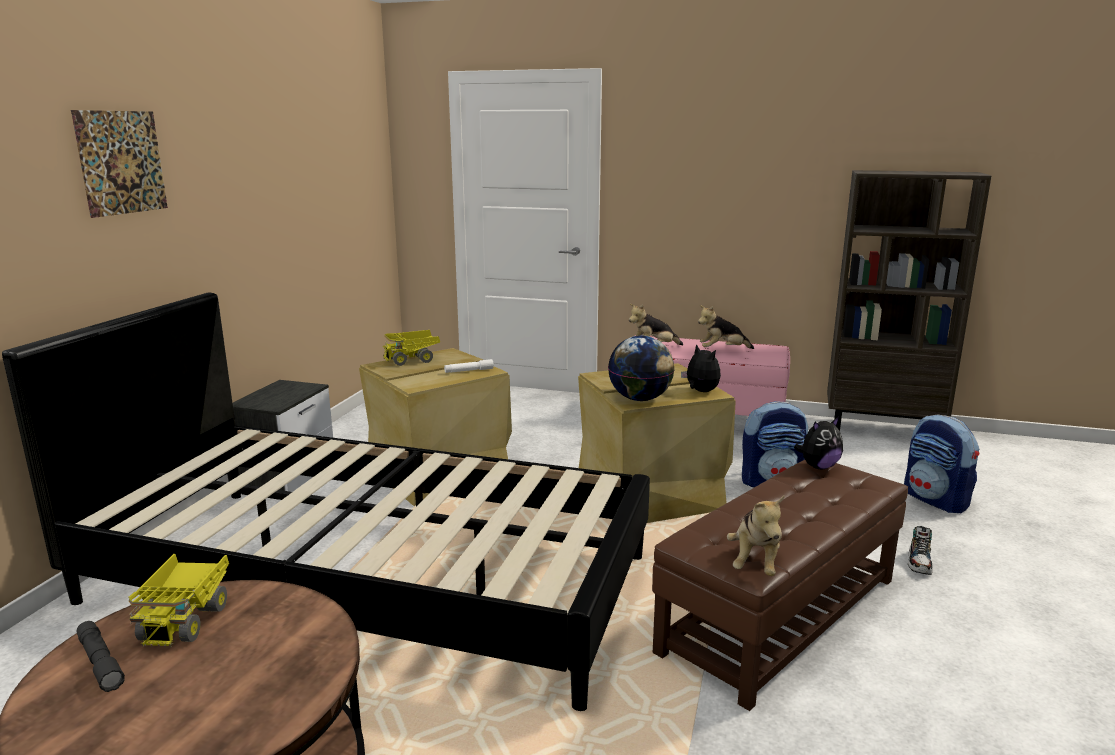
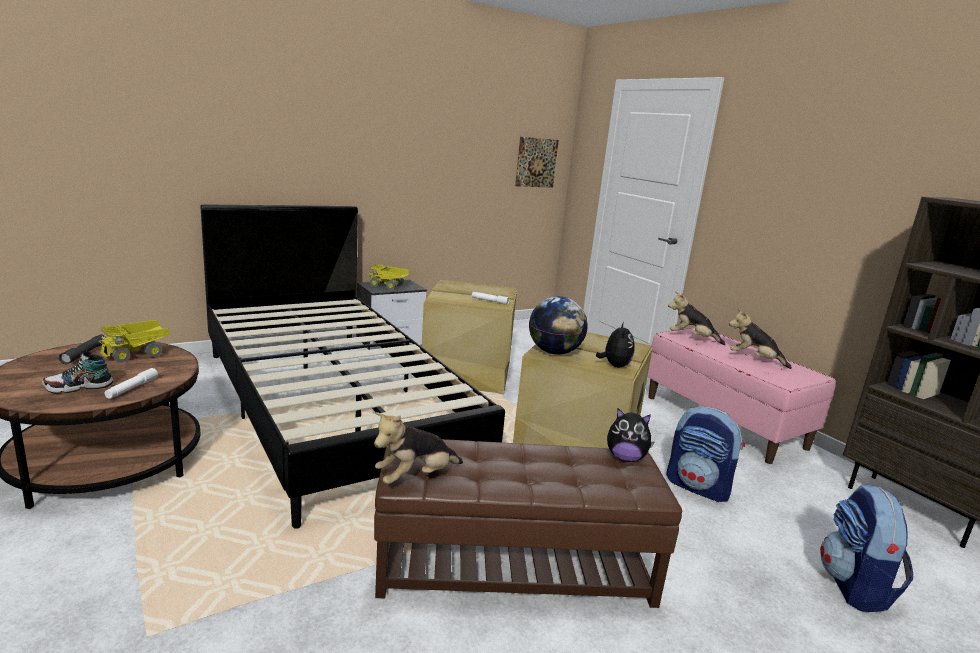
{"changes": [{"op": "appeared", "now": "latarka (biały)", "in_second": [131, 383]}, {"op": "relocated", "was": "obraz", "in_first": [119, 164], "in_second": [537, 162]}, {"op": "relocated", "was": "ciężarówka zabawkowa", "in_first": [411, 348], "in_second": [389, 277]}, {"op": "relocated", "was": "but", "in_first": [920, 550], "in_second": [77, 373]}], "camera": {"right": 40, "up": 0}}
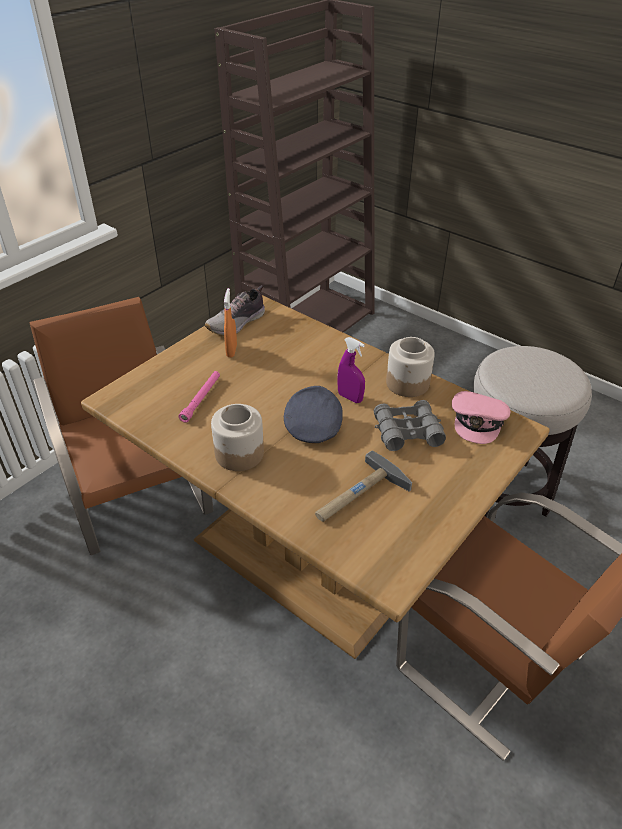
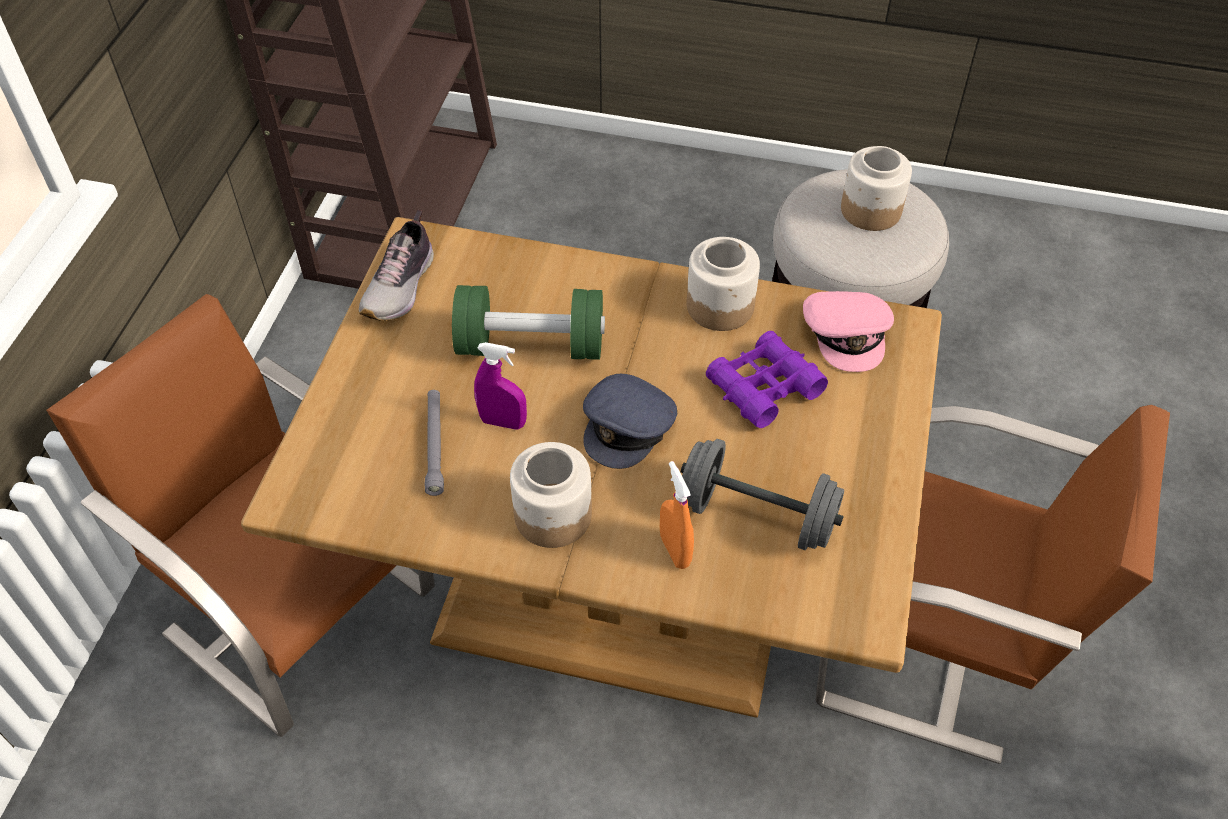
{"changes": [{"op": "appeared", "now": "hantel (zielony)", "in_second": [528, 322]}, {"op": "appeared", "now": "słoik", "in_second": [876, 188]}, {"op": "relocated", "was": "spryskiwacz (pomarańczowy)", "in_first": [230, 322], "in_second": [677, 515]}, {"op": "relocated", "was": "spryskiwacz (fioletowy)", "in_first": [351, 370], "in_second": [500, 385]}, {"op": "exchanged", "was": "młotek", "now": "hantel (szary)", "in_first": [363, 486], "in_second": [762, 494]}, {"op": "colour", "was": "latarka (różowy)", "now": "latarka (szary)", "in_first": [199, 397], "in_second": [434, 443]}, {"op": "colour", "was": "lornetka (szary)", "now": "lornetka (fioletowy)", "in_first": [410, 425], "in_second": [767, 379]}, {"op": "spun", "was": "czapka z daszkiem (szary)", "in_first": [313, 414], "in_second": [630, 421], "clockwise": -135}], "camera": {"right": -25, "up": 10}}
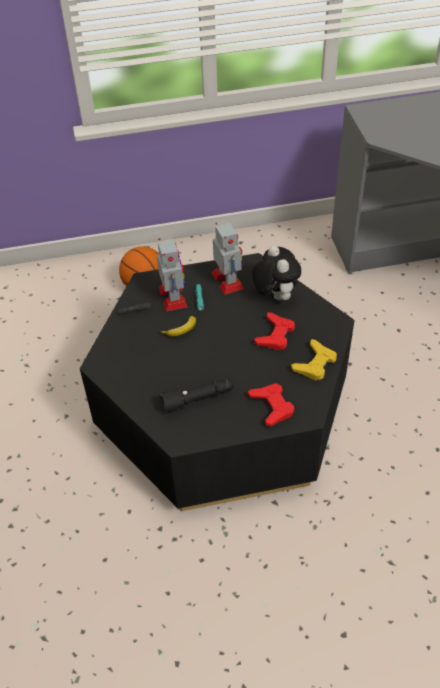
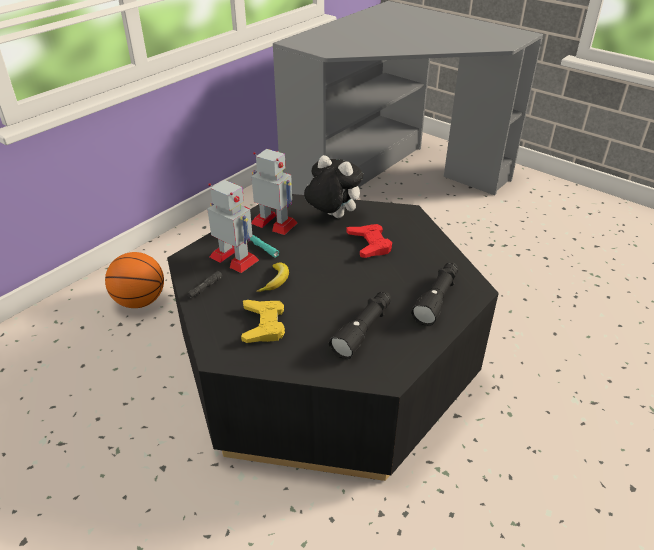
{"changes": [{"op": "relocated", "was": "pad do gier (żółty)", "in_first": [314, 360], "in_second": [263, 321]}, {"op": "exchanged", "was": "pad do gier (czerwony)", "now": "latarka (czarny)", "in_first": [271, 404], "in_second": [434, 294]}], "camera": {"right": -40, "up": -10}}
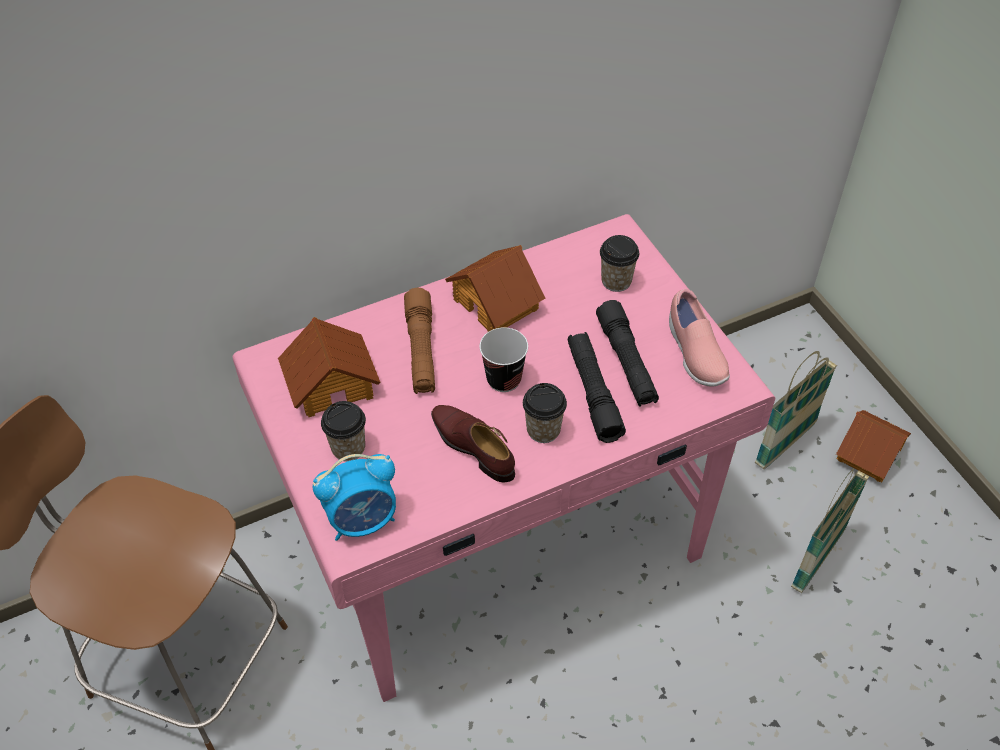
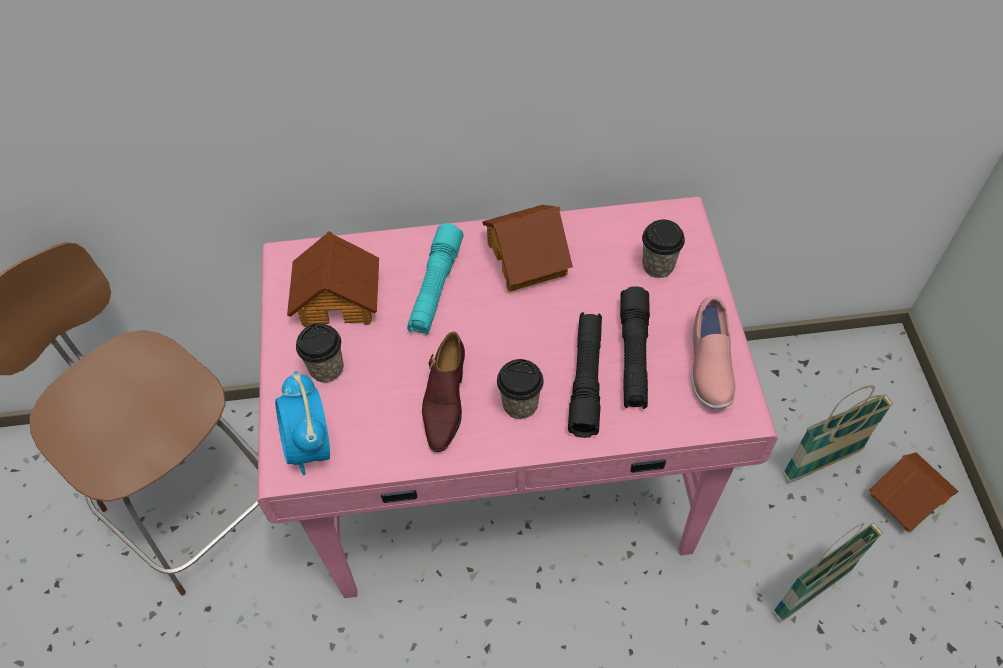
{"changes": [{"op": "missing", "was": "filiżanka", "in_first": [503, 359]}, {"op": "colour", "was": "latarka (brązowy)", "now": "latarka (turkusowy)", "in_first": [419, 341], "in_second": [435, 279]}, {"op": "spun", "was": "budzik", "in_first": [354, 497], "in_second": [302, 423], "clockwise": 75}, {"op": "spun", "was": "but (brązowy)", "in_first": [473, 444], "in_second": [443, 392], "clockwise": -150}], "camera": {"right": 20, "up": 5}}
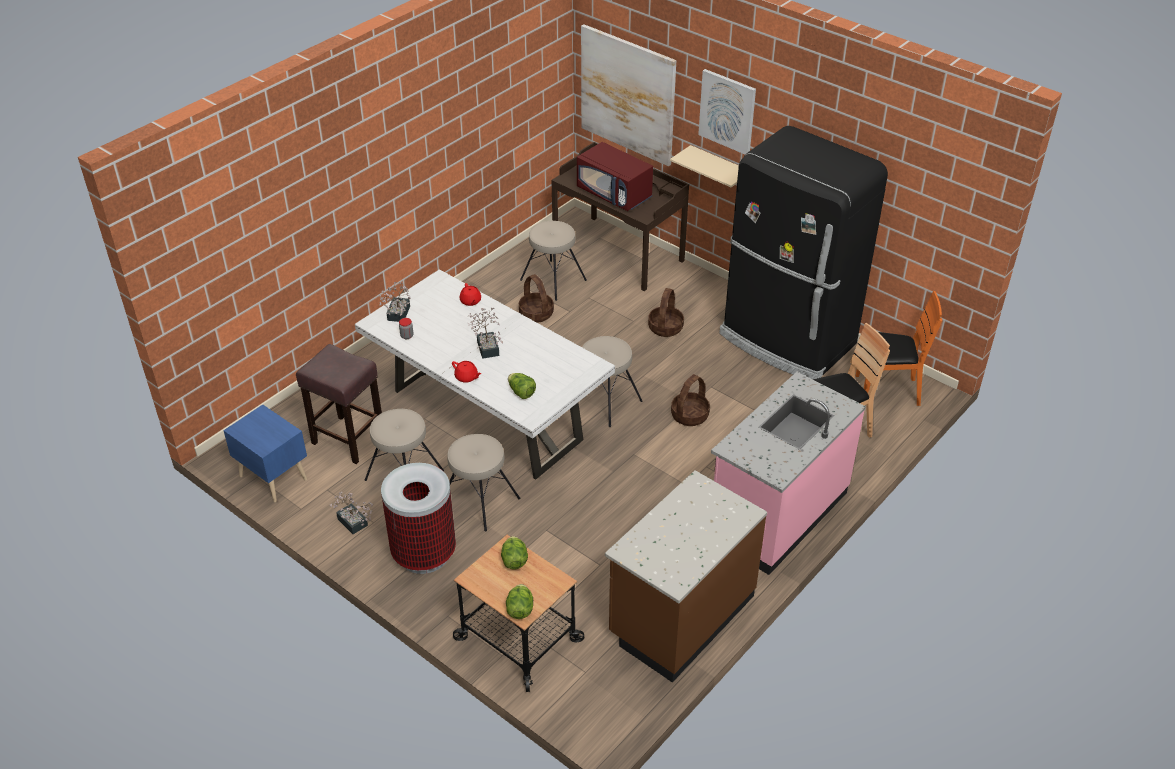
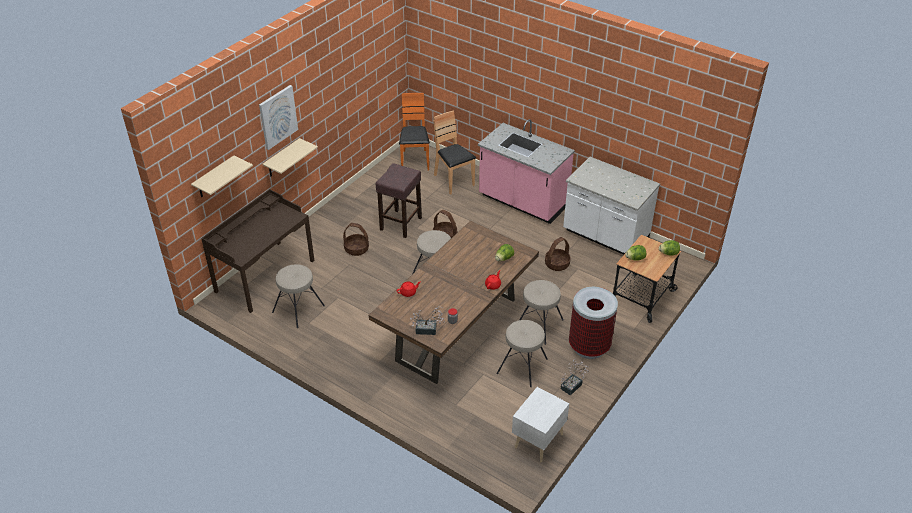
{"changes": [{"op": "missing", "was": "roślina doniczkowa", "in_first": [485, 333]}, {"op": "missing", "was": "mikrofalówka (czerwony)", "in_first": [615, 176]}, {"op": "missing", "was": "lodówka (czarny)", "in_first": [803, 252]}, {"op": "relocated", "was": "stołek (brązowy)", "in_first": [339, 404], "in_second": [399, 200]}, {"op": "relocated", "was": "koszyk", "in_first": [536, 298], "in_second": [558, 254]}, {"op": "exchanged", "was": "obraz", "now": "półka (beżowy)", "in_first": [628, 95], "in_second": [222, 176]}, {"op": "colour", "was": "szafka nocna (niebieski)", "now": "szafka nocna (biały)", "in_first": [265, 453], "in_second": [540, 424]}, {"op": "colour", "was": "stół jadalny (biały)", "now": "stół jadalny (brązowy)", "in_first": [485, 374], "in_second": [454, 302]}, {"op": "colour", "was": "zabudowa kuchenna (brązowy)", "now": "zabudowa kuchenna (biały)", "in_first": [686, 576], "in_second": [611, 206]}], "camera": {"right": -95, "up": 0}}
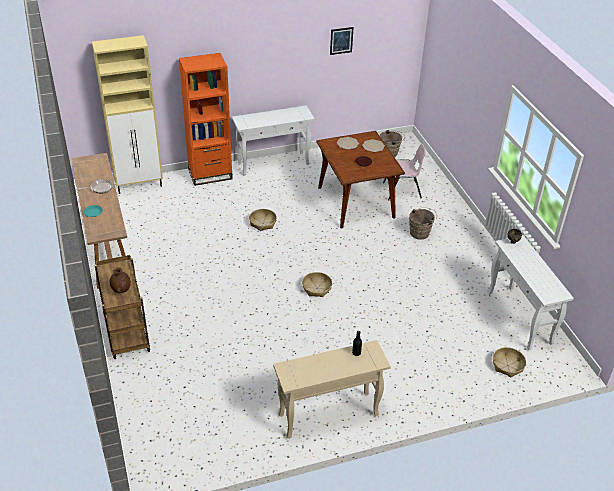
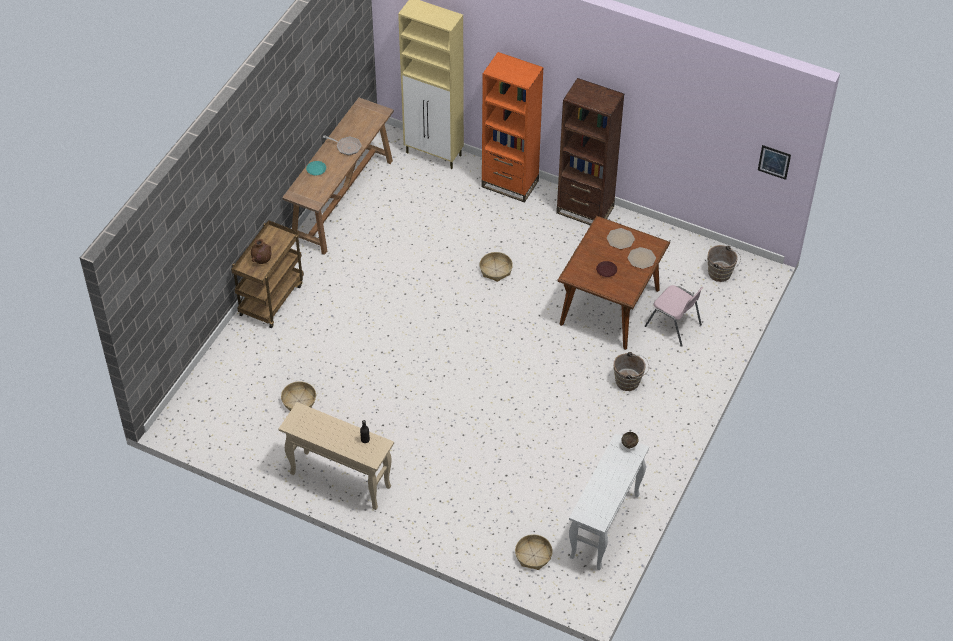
{"changes": [{"op": "relocated", "was": "koszyk", "in_first": [317, 284], "in_second": [298, 396]}, {"op": "relocated", "was": "obraz", "in_first": [342, 41], "in_second": [774, 162]}, {"op": "exchanged", "was": "stolik konsolowy (biały)", "now": "regał (brązowy)", "in_first": [273, 140], "in_second": [590, 152]}], "camera": {"right": 45, "up": 10}}
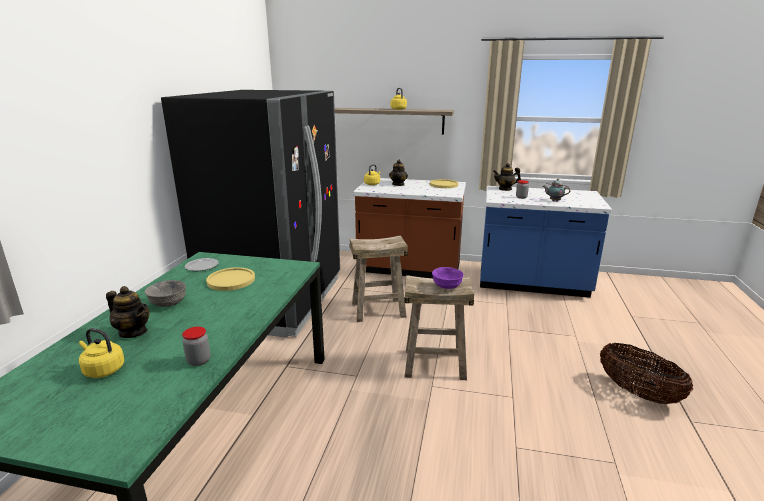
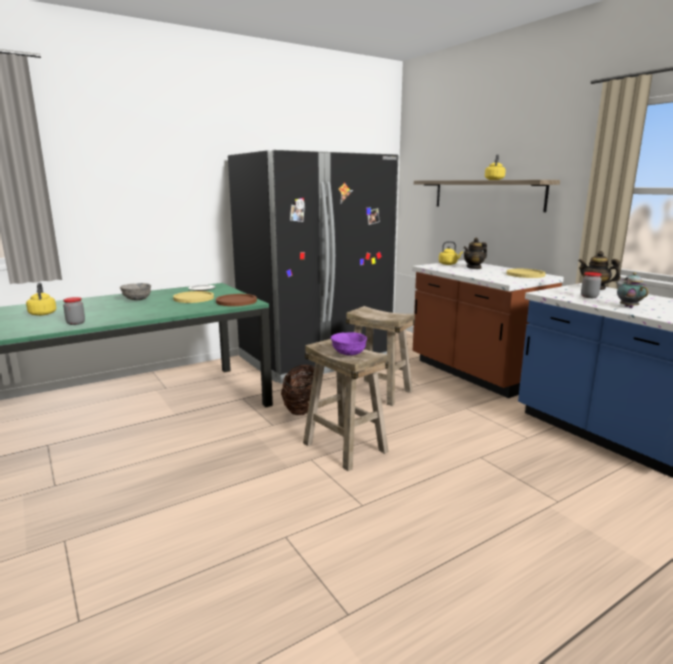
{"changes": [{"op": "missing", "was": "imbryk", "in_first": [127, 312]}, {"op": "appeared", "now": "talerz (brązowy)", "in_second": [236, 300]}, {"op": "relocated", "was": "koszyk", "in_first": [646, 373], "in_second": [298, 389]}], "camera": {"right": 45, "up": -5}}
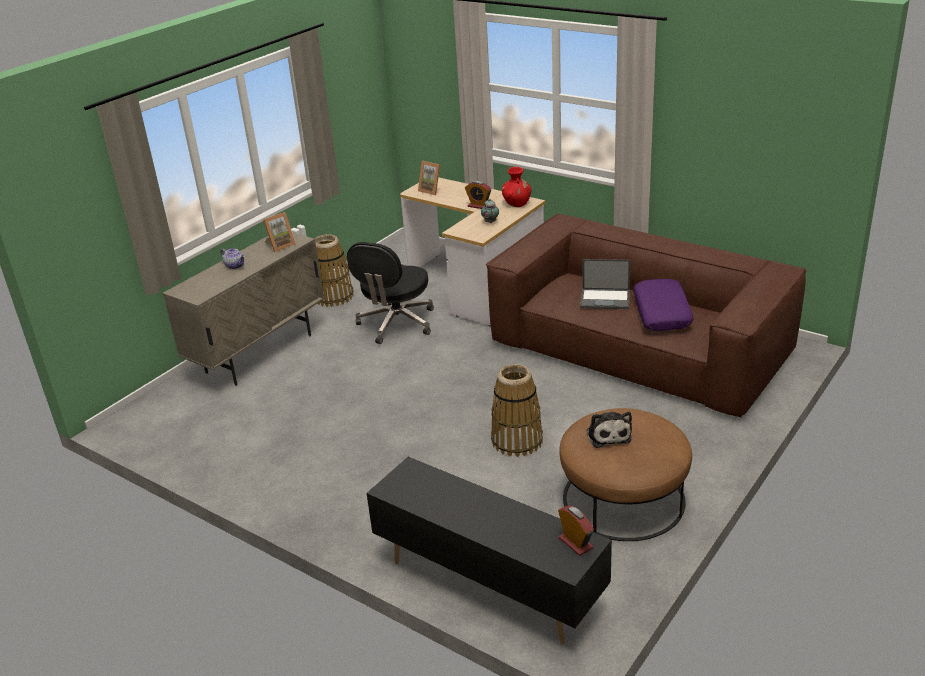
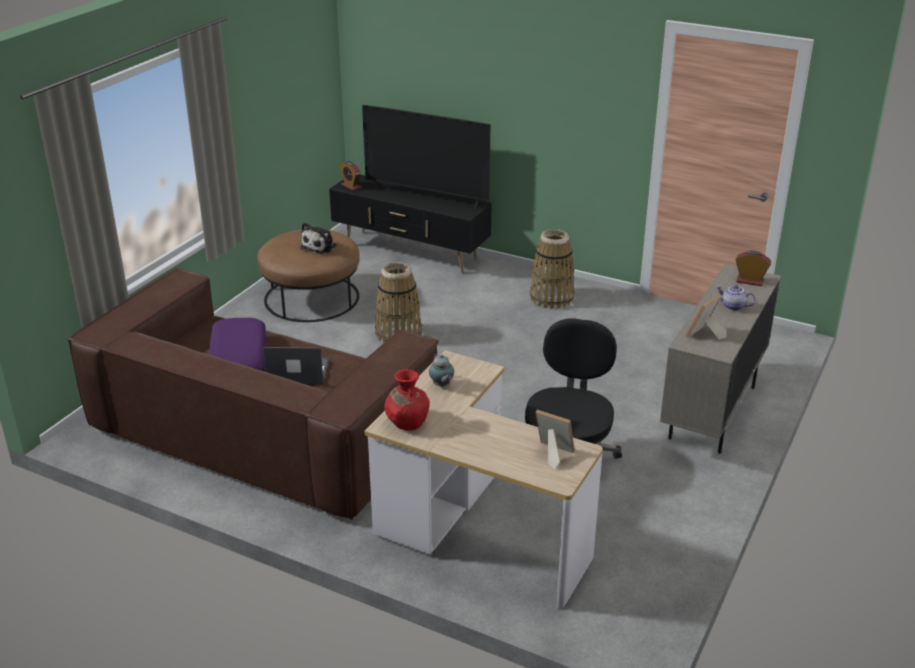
{"changes": [{"op": "appeared", "now": "telewizor", "in_second": [426, 157]}, {"op": "relocated", "was": "koszyk", "in_first": [334, 270], "in_second": [552, 269]}, {"op": "relocated", "was": "budzik", "in_first": [478, 195], "in_second": [753, 268]}, {"op": "spun", "was": "pluszak", "in_first": [609, 430], "in_second": [318, 238], "clockwise": -135}], "camera": {"right": 170, "up": 0}}
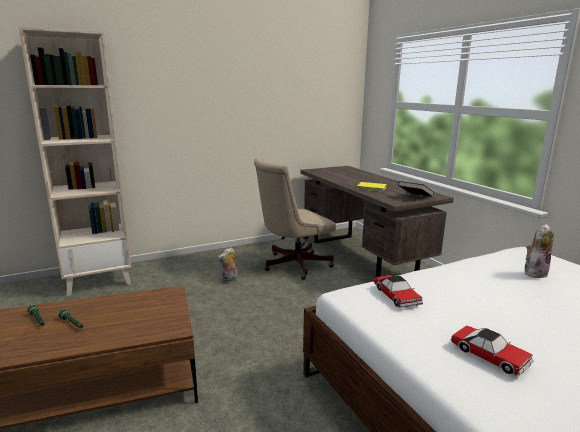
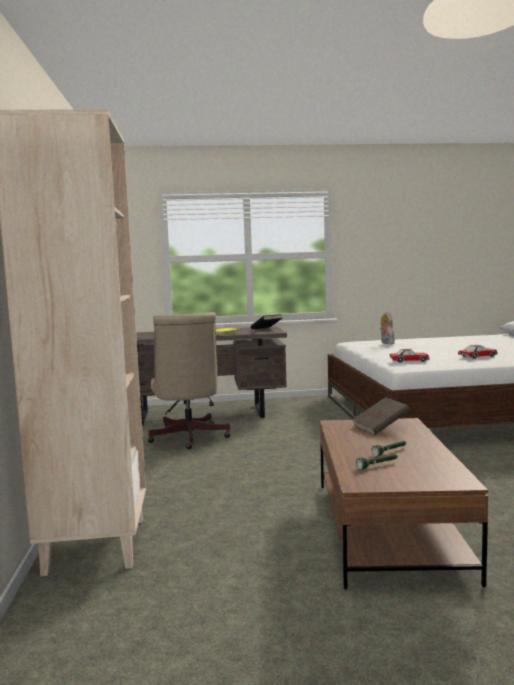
{"changes": [{"op": "missing", "was": "pluszak", "in_first": [228, 265]}, {"op": "appeared", "now": "książka (brązowy)", "in_second": [381, 416]}], "camera": {"right": -70, "up": -10}}
